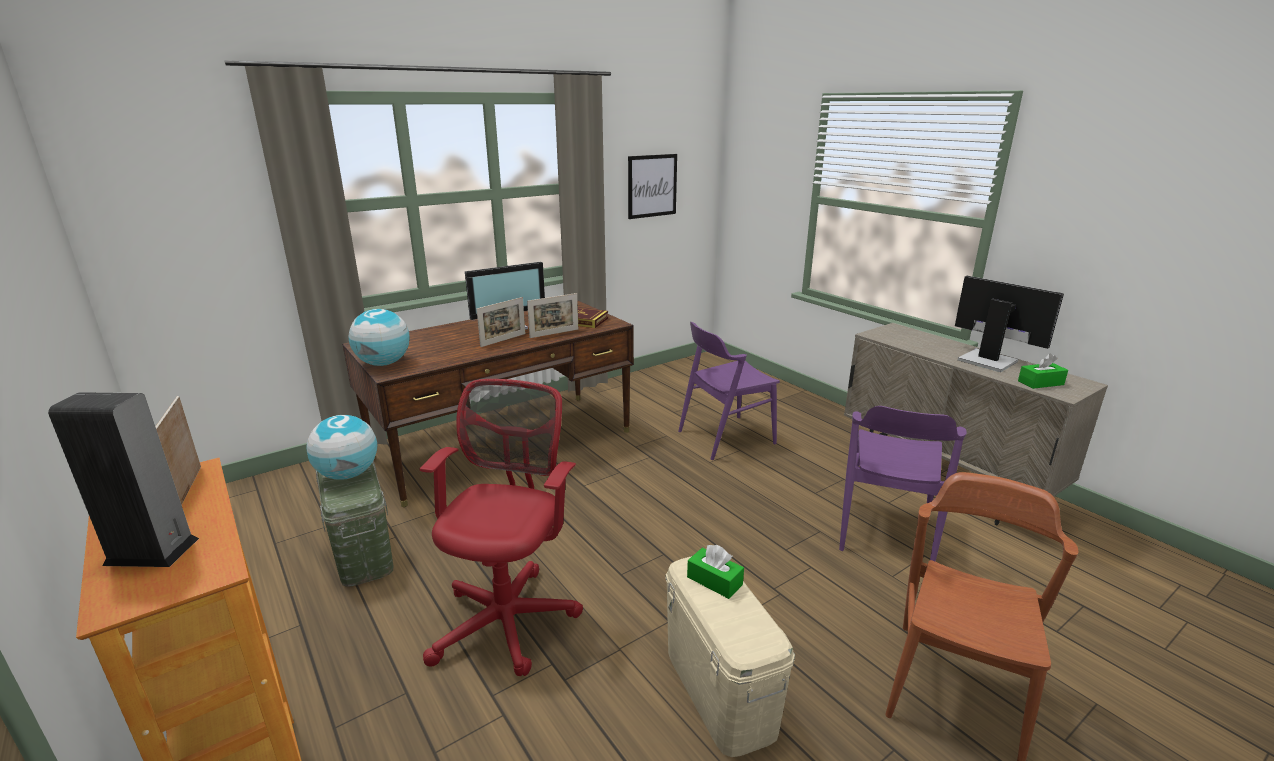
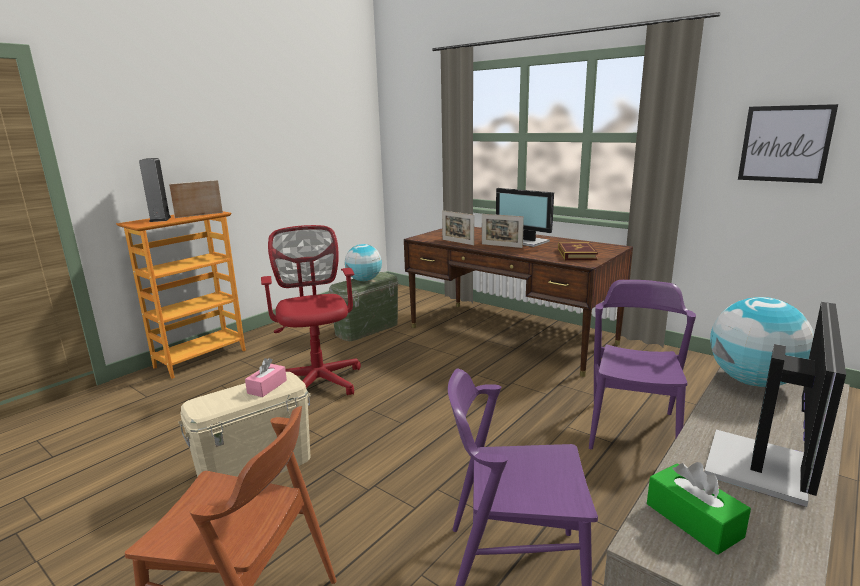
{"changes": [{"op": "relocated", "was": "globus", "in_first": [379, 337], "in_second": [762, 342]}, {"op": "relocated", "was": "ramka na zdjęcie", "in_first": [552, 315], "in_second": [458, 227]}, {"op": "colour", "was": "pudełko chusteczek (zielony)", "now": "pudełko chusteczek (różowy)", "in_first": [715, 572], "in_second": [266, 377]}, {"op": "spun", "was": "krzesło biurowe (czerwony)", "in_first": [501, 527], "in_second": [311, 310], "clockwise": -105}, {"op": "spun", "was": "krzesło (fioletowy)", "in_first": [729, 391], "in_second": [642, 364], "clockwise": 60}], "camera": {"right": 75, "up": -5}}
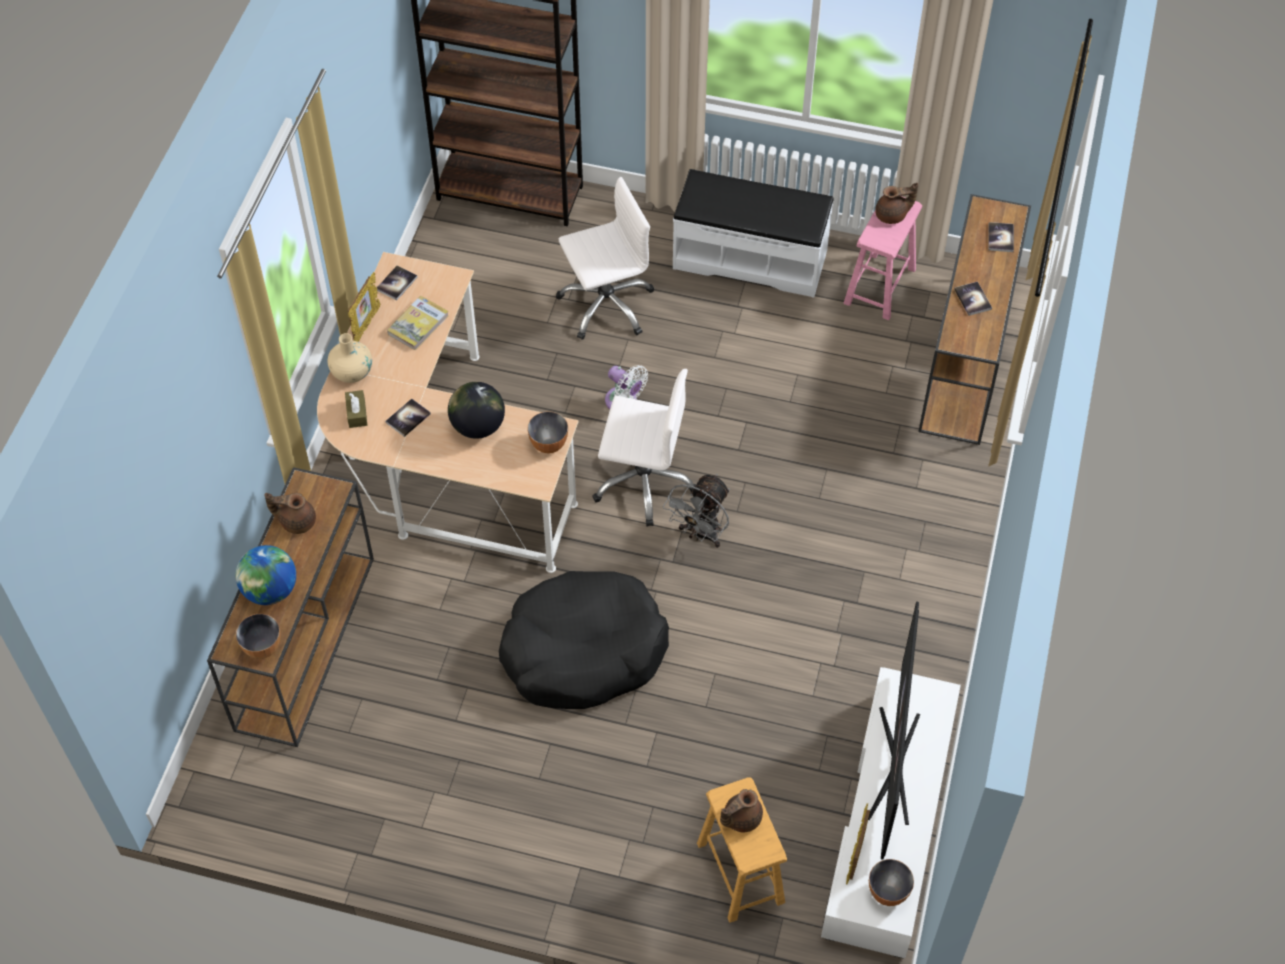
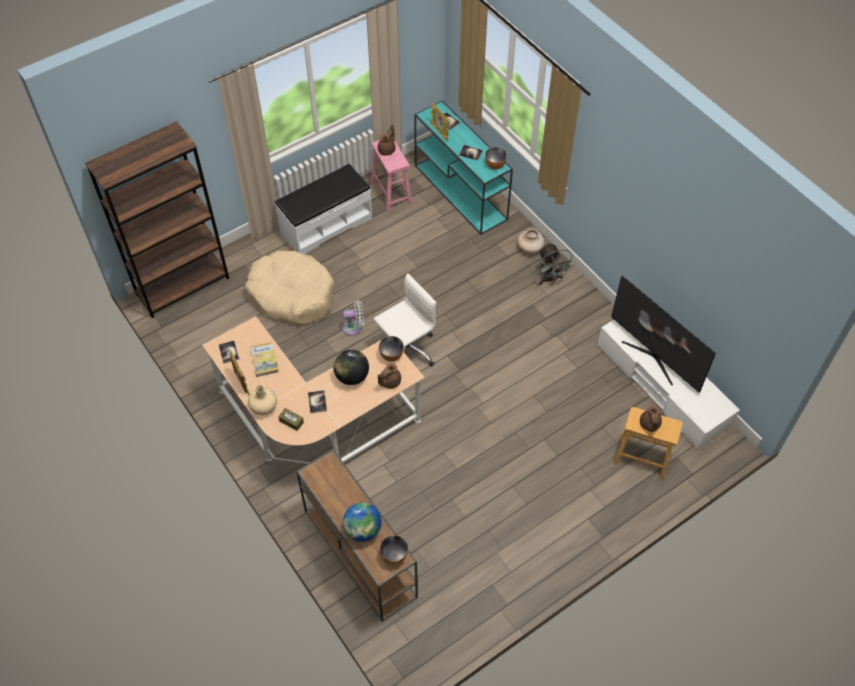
{"changes": [{"op": "missing", "was": "legowisko (czarny)", "in_first": [584, 640]}, {"op": "appeared", "now": "wazon (beżowy)", "in_second": [530, 241]}, {"op": "relocated", "was": "imbryk (brązowy)", "in_first": [290, 513], "in_second": [389, 376]}, {"op": "relocated", "was": "wentylator (szary)", "in_first": [696, 511], "in_second": [556, 264]}, {"op": "relocated", "was": "ramka na zdjęcie", "in_first": [858, 843], "in_second": [440, 122]}, {"op": "relocated", "was": "miska", "in_first": [891, 882], "in_second": [496, 158]}, {"op": "exchanged", "was": "krzesło biurowe (biały)", "now": "legowisko (beżowy)", "in_first": [605, 258], "in_second": [289, 288]}, {"op": "colour", "was": "stolik konsolowy (brązowy)", "now": "stolik konsolowy (turkusowy)", "in_first": [974, 319], "in_second": [463, 168]}], "camera": {"right": -50, "up": 0}}
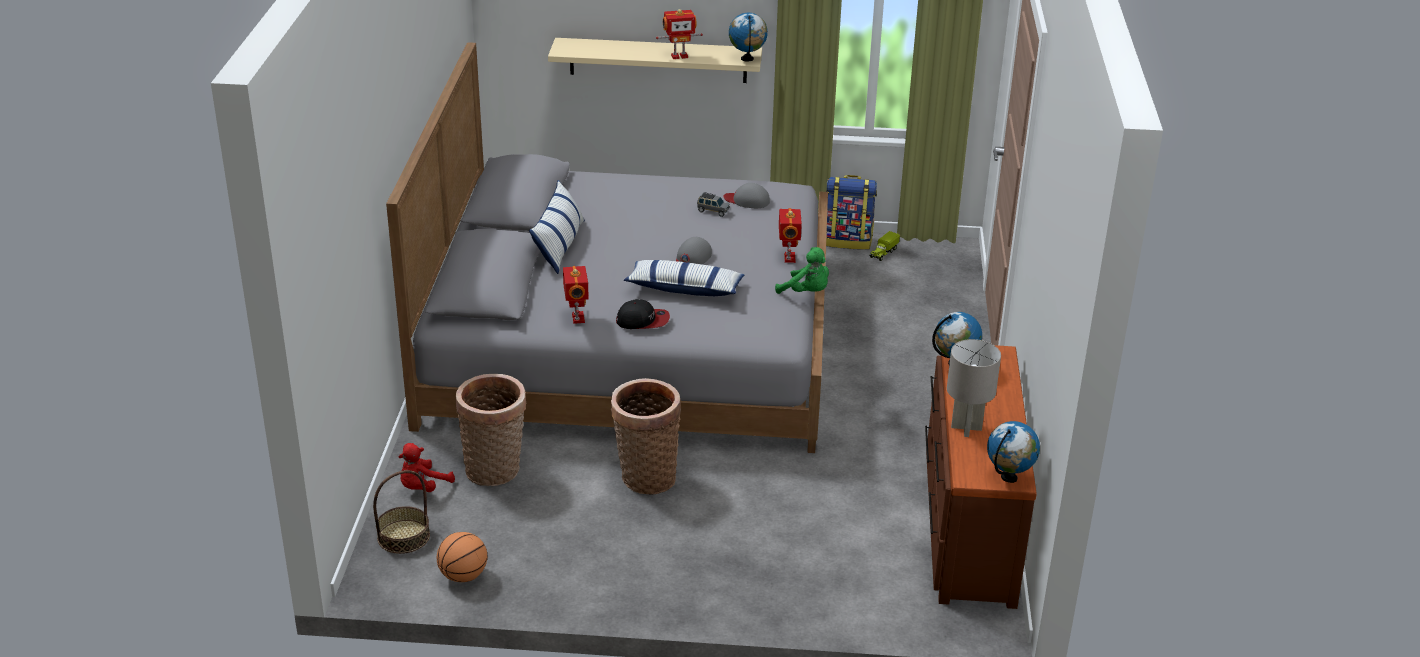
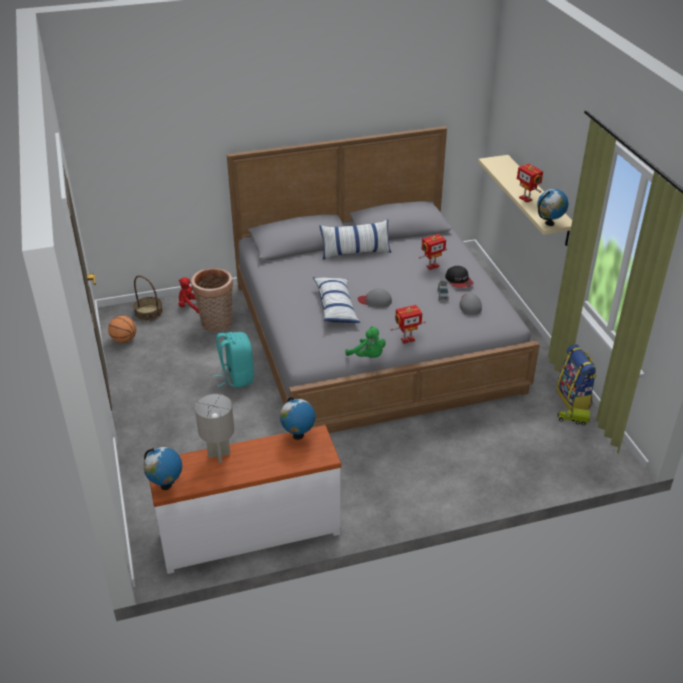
{"changes": [{"op": "relocated", "was": "robot zabawkowy", "in_first": [576, 295], "in_second": [433, 252]}, {"op": "relocated", "was": "czapka z daszkiem", "in_first": [643, 314], "in_second": [459, 277]}, {"op": "exchanged", "was": "koszyk", "now": "plecak (turkusowy)", "in_first": [646, 436], "in_second": [234, 360]}, {"op": "colour", "was": "komoda (brązowy)", "now": "komoda (biały)", "in_first": [981, 477], "in_second": [245, 499]}, {"op": "spun", "was": "pluszak (zielony)", "in_first": [802, 270], "in_second": [365, 342], "clockwise": -60}], "camera": {"right": 70, "up": 5}}
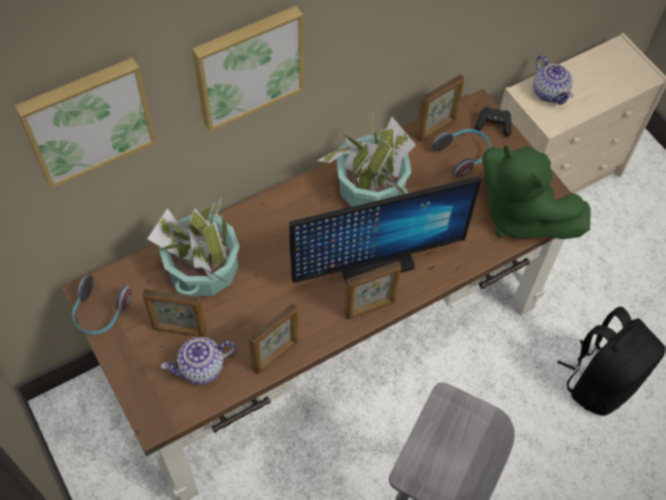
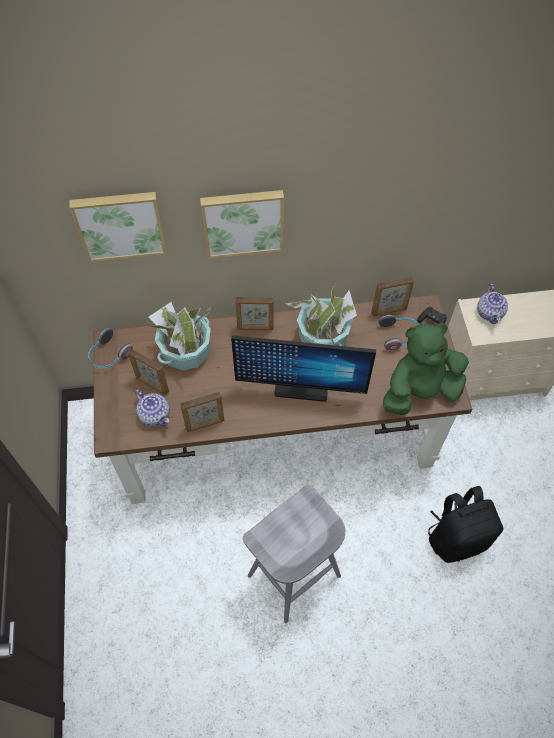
{"changes": [{"op": "relocated", "was": "ramka na zdjęcie", "in_first": [372, 290], "in_second": [254, 313]}, {"op": "spun", "was": "imbryk", "in_first": [199, 361], "in_second": [152, 407], "clockwise": -135}, {"op": "spun", "was": "pluszak (zielony)", "in_first": [536, 192], "in_second": [426, 369], "clockwise": 90}], "camera": {"right": 25, "up": 0}}
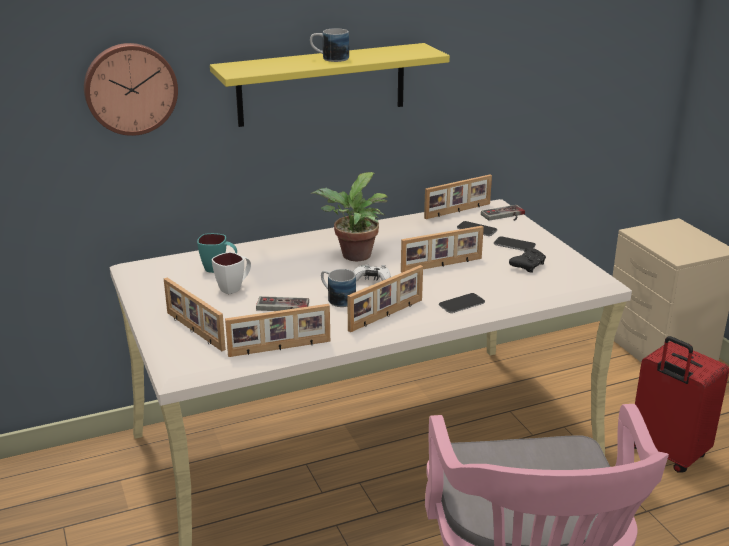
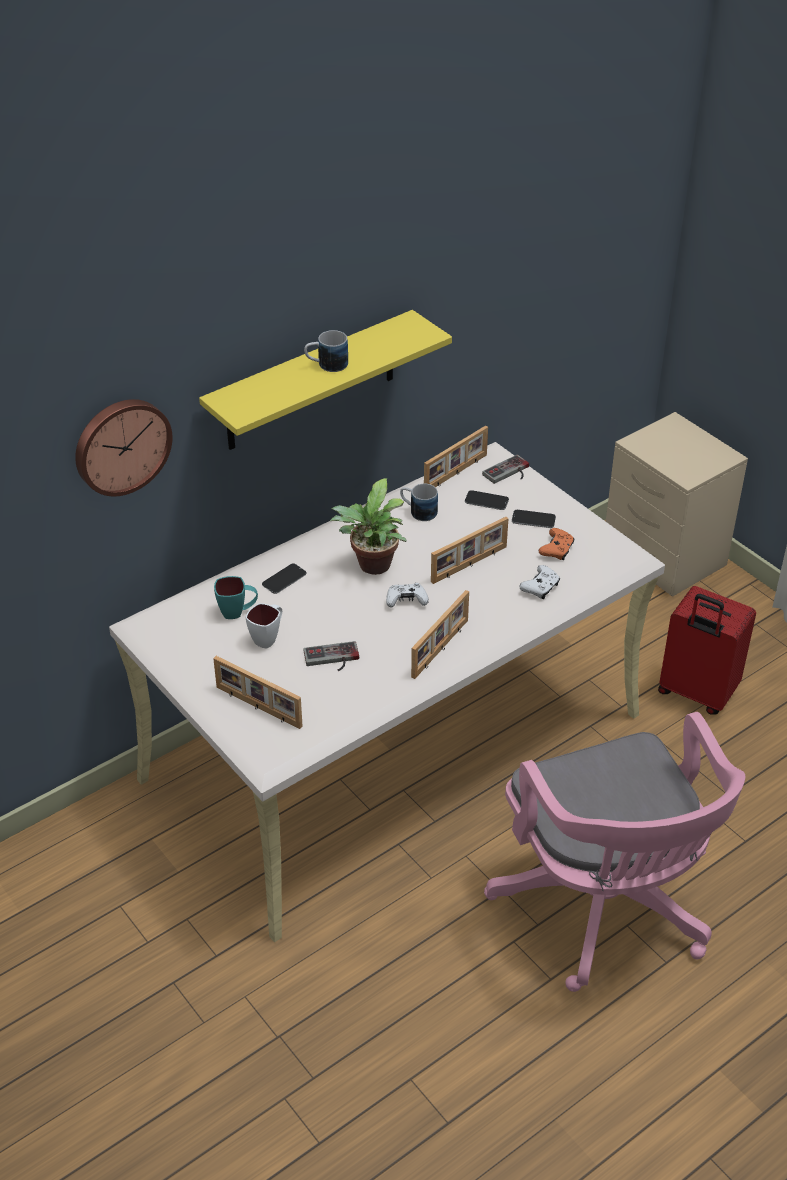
{"changes": [{"op": "missing", "was": "ramka na zdjęcie", "in_first": [277, 330]}, {"op": "appeared", "now": "pad do gier (biały)", "in_second": [539, 582]}, {"op": "relocated", "was": "kubek", "in_first": [338, 288], "in_second": [419, 502]}, {"op": "relocated", "was": "telefon", "in_first": [462, 303], "in_second": [284, 579]}, {"op": "colour", "was": "pad do gier (czarny)", "now": "pad do gier (pomarańczowy)", "in_first": [527, 260], "in_second": [556, 544]}], "camera": {"right": -15, "up": 15}}
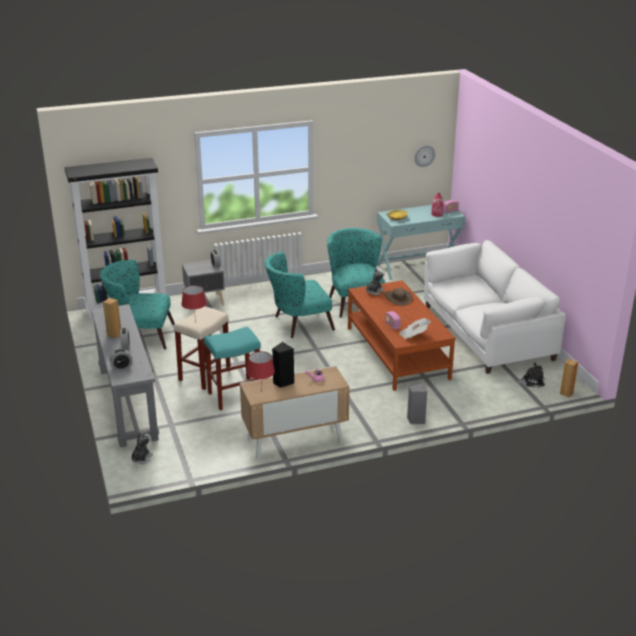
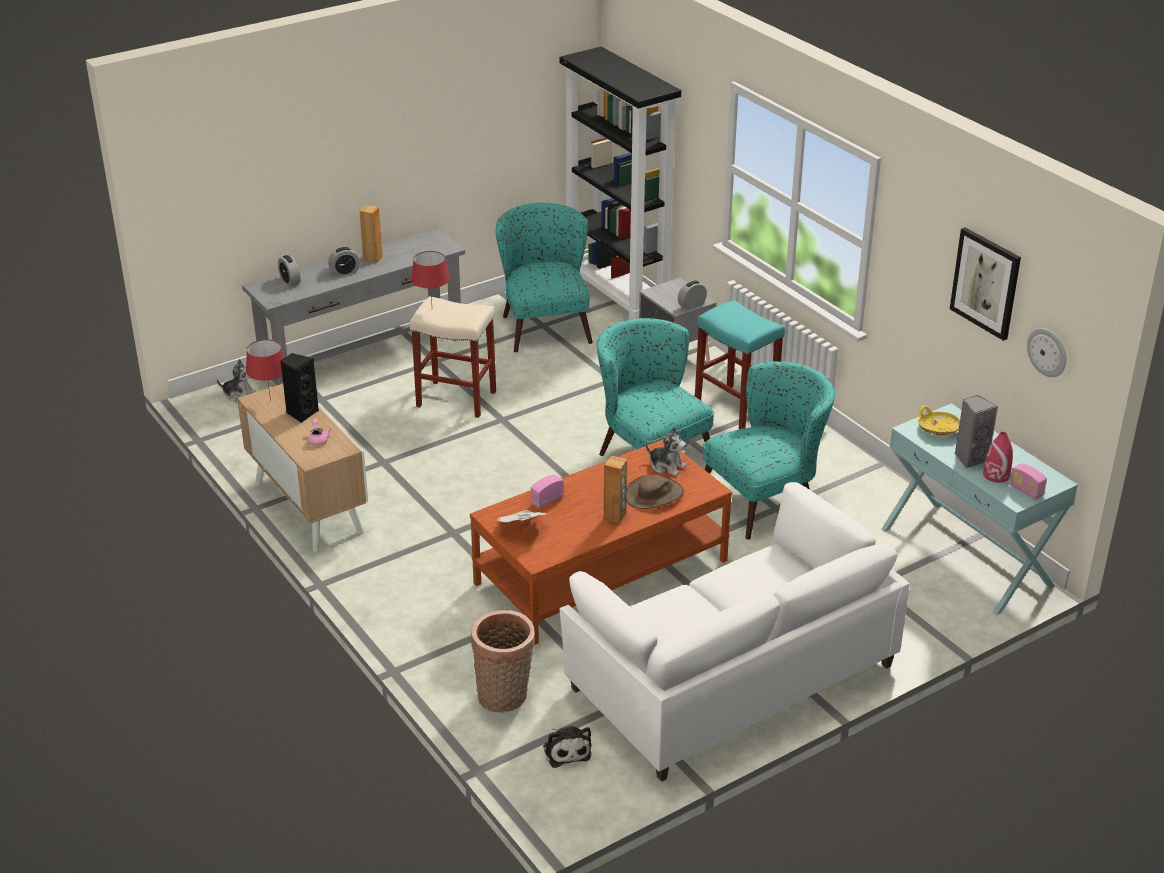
{"changes": [{"op": "appeared", "now": "koszyk", "in_second": [503, 661]}, {"op": "appeared", "now": "obraz", "in_second": [985, 284]}, {"op": "relocated", "was": "stołek (turkusowy)", "in_first": [232, 368], "in_second": [740, 364]}, {"op": "relocated", "was": "głośnik (szary)", "in_first": [417, 403], "in_second": [976, 432]}, {"op": "relocated", "was": "głośnik (brązowy)", "in_first": [569, 378], "in_second": [615, 489]}], "camera": {"right": 75, "up": 5}}
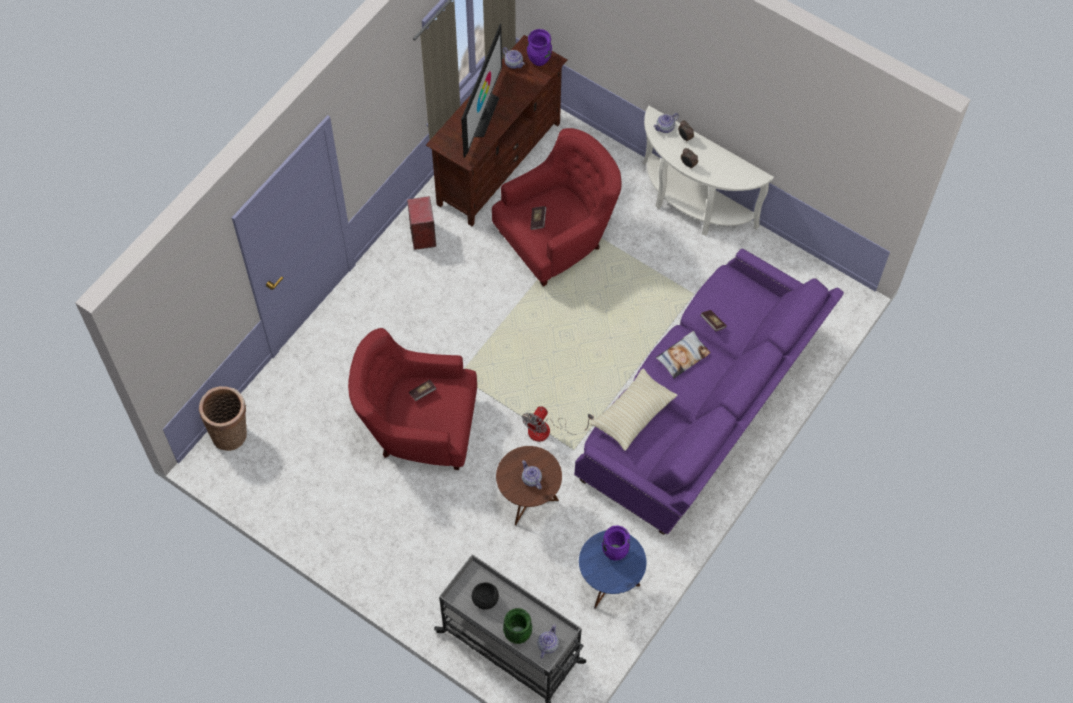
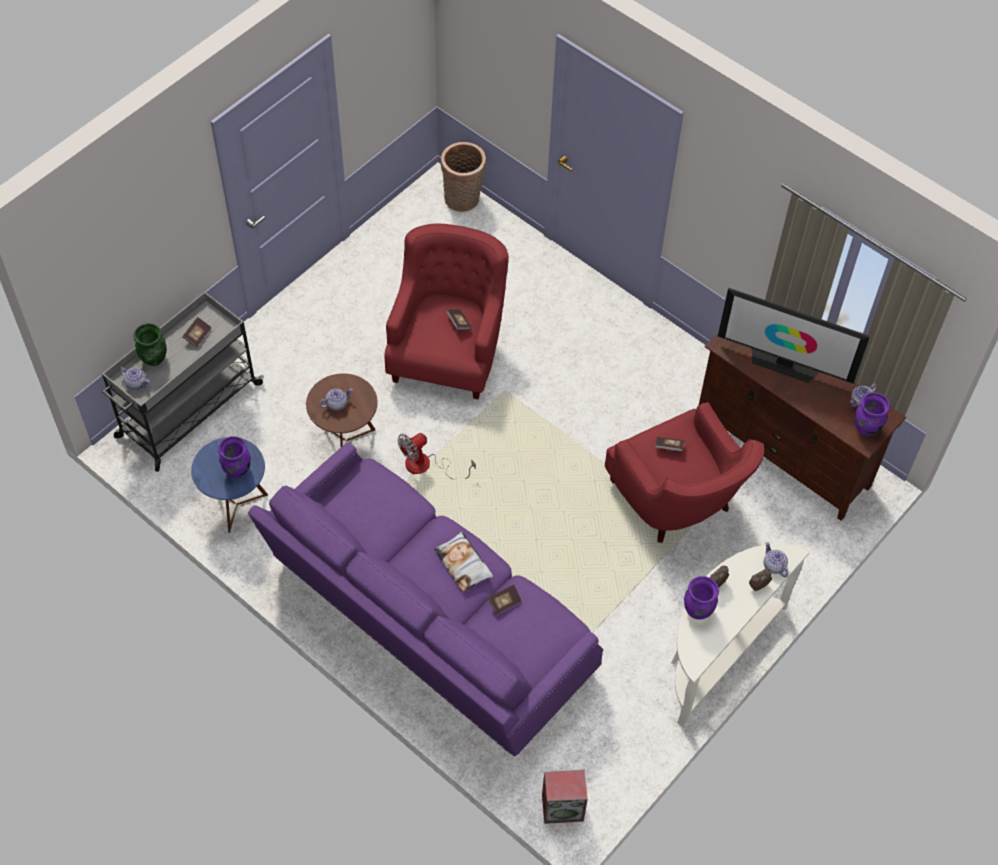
{"changes": [{"op": "missing", "was": "poduszka (beżowy)", "in_first": [634, 410]}, {"op": "appeared", "now": "wazon (fioletowy)", "in_second": [701, 598]}, {"op": "relocated", "was": "głośnik", "in_first": [421, 223], "in_second": [565, 797]}, {"op": "exchanged", "was": "miska (czarny)", "now": "książka", "in_first": [485, 596], "in_second": [197, 332]}, {"op": "spun", "was": "wentylator", "in_first": [557, 424], "in_second": [436, 456], "clockwise": -75}], "camera": {"right": 95, "up": -5}}
